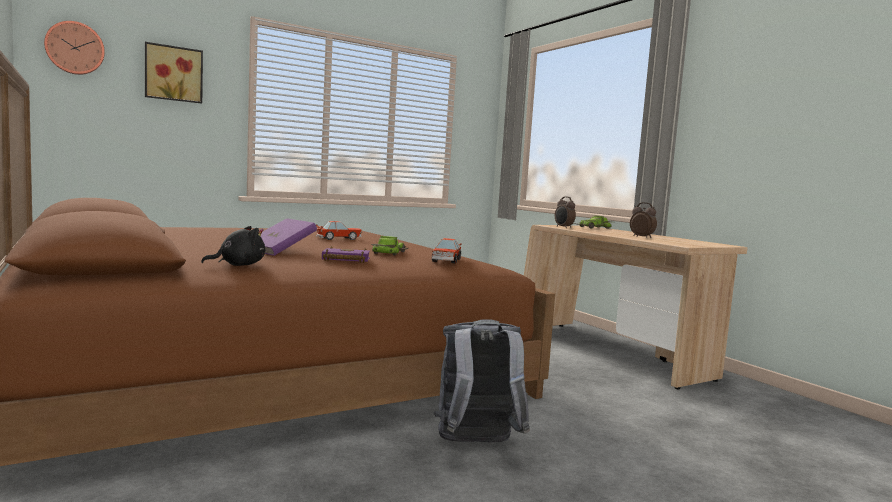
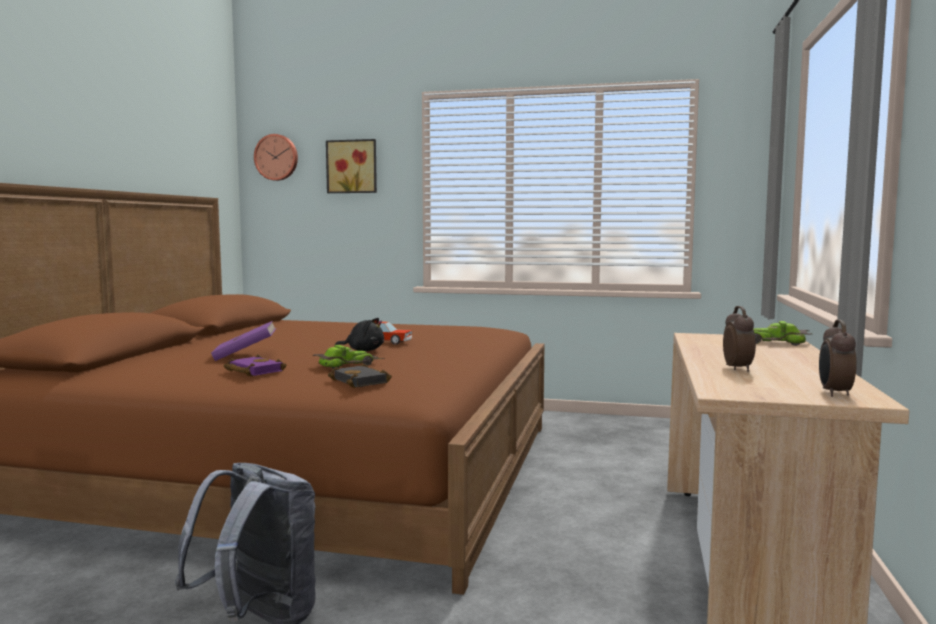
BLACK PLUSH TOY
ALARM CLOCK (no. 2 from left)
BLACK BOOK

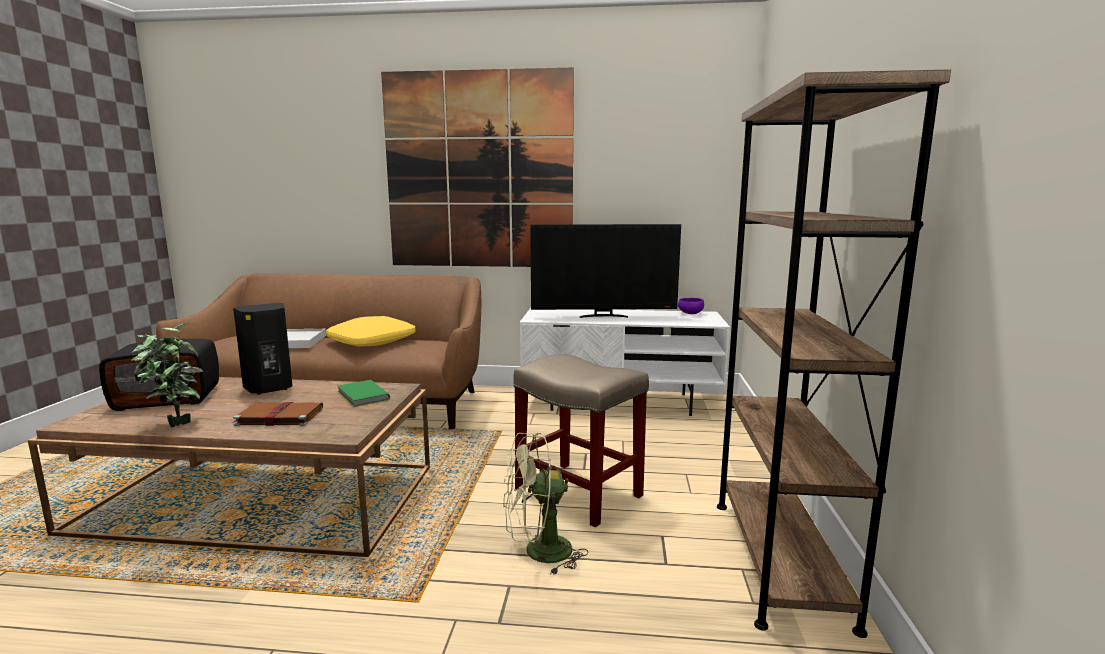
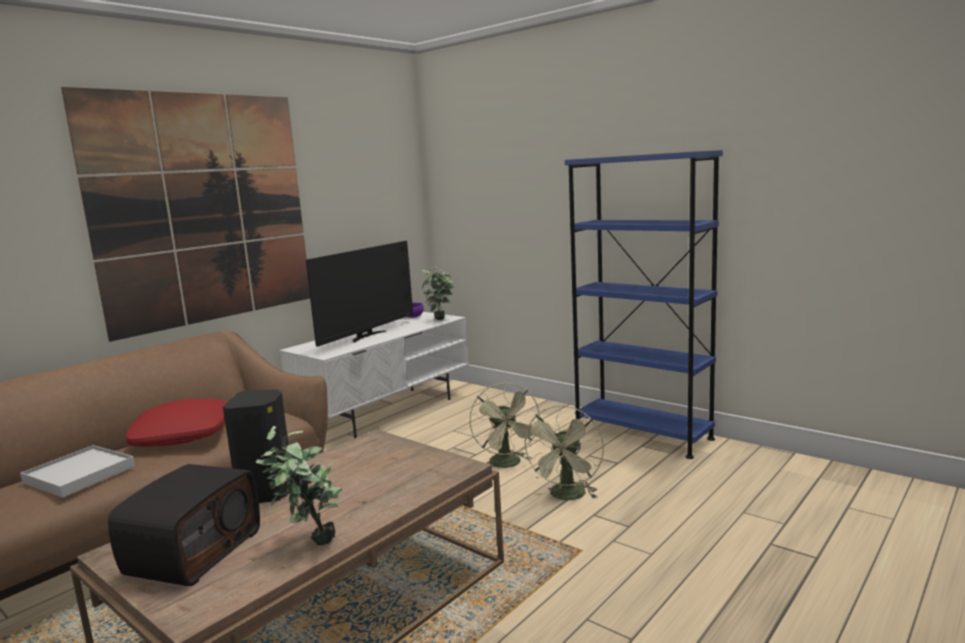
BROWN BOOK
GREEN BOOK
POTTED PLANT (no. 2 from left)
GREEN FAN (no. 1 from left)
RED PILLOW
BLUE BOOKCASE

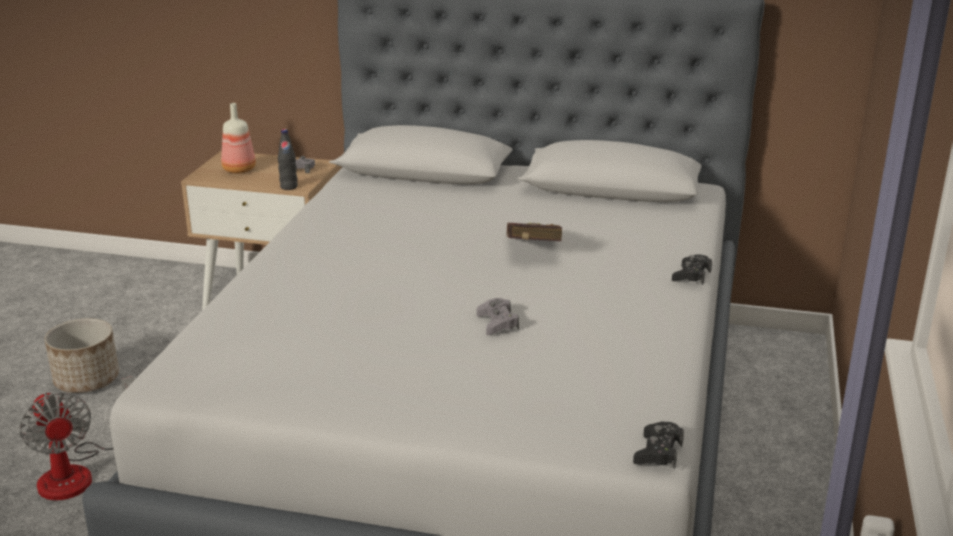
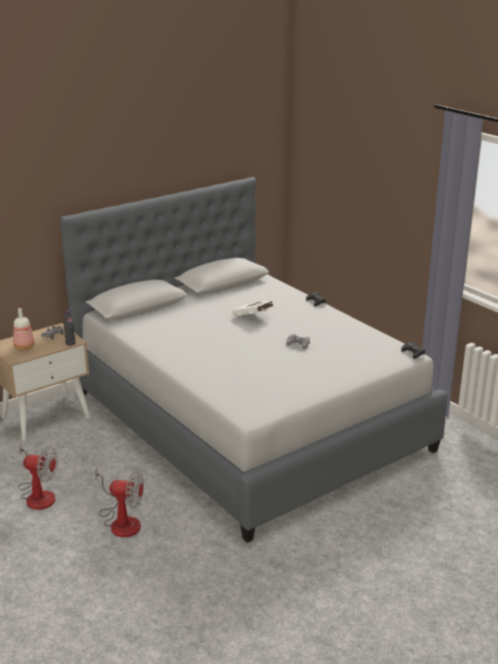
FAN (no. 1 from left)
WHITE BOOK

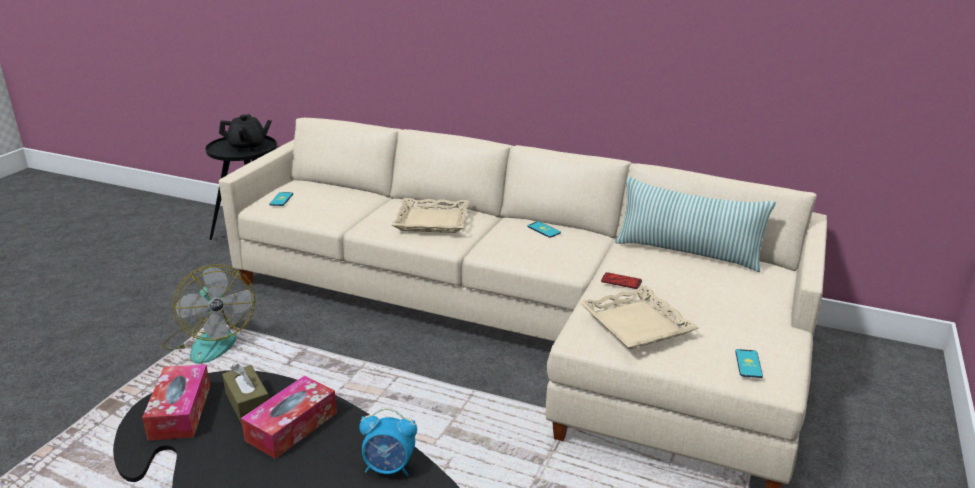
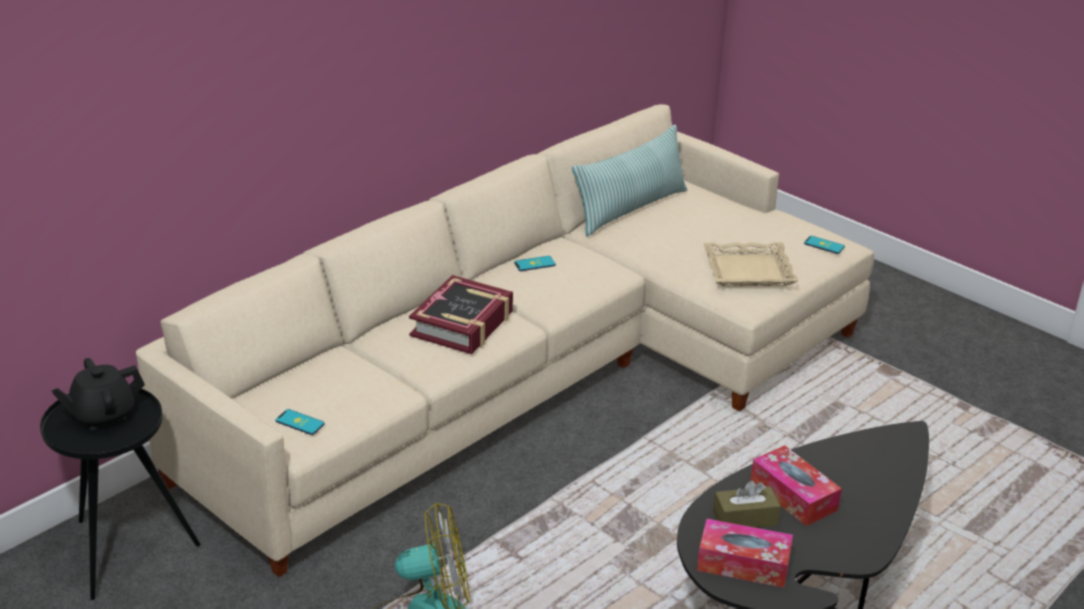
ALARM CLOCK
PHONE (no. 3 from left in the first image)
BOOK
BLACK TEAPOT

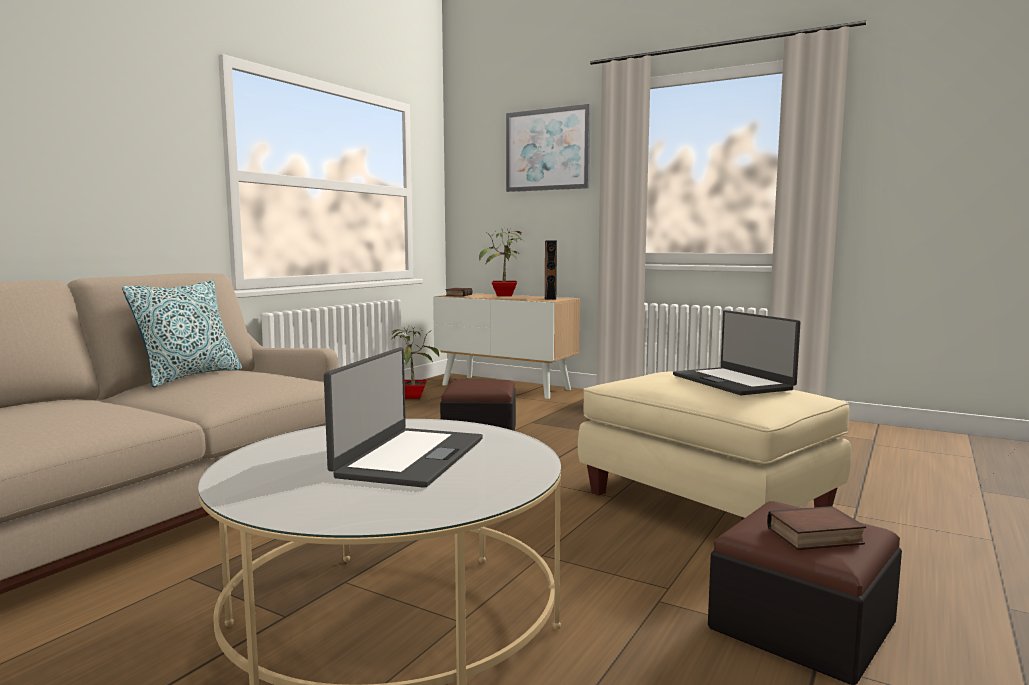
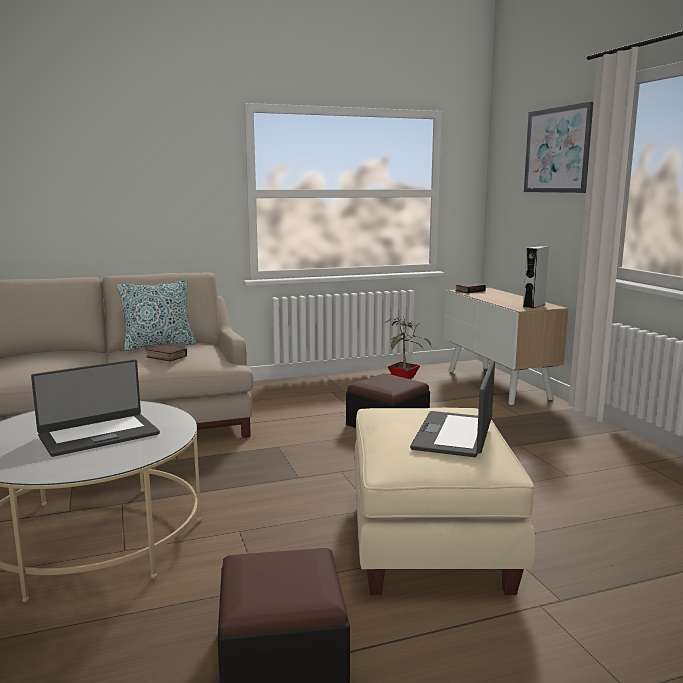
POTTED PLANT (no. 2 from left in the first image)
BOOK (no. 1 from left)
GREY SPEAKER

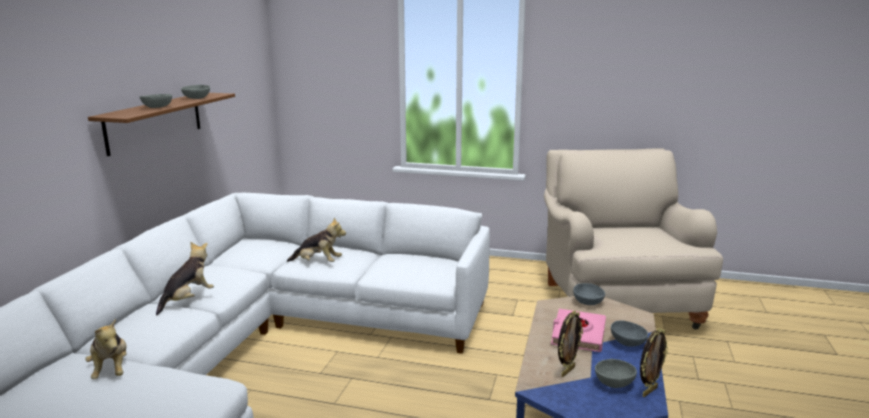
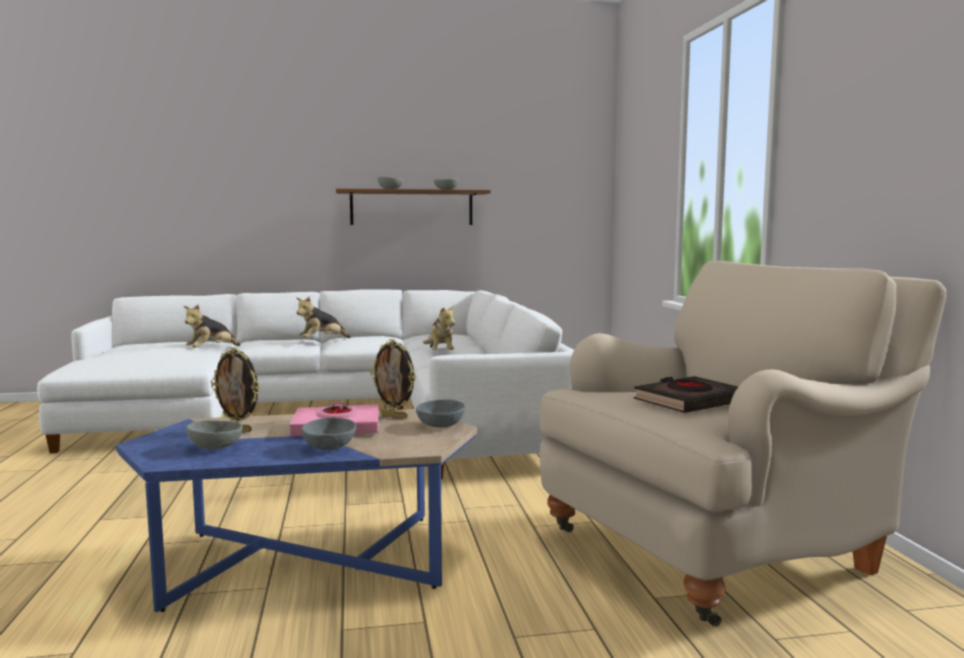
BLACK BOOK
PICTURE FRAME (no. 2 from left)
PLUSH TOY (no. 2 from left)

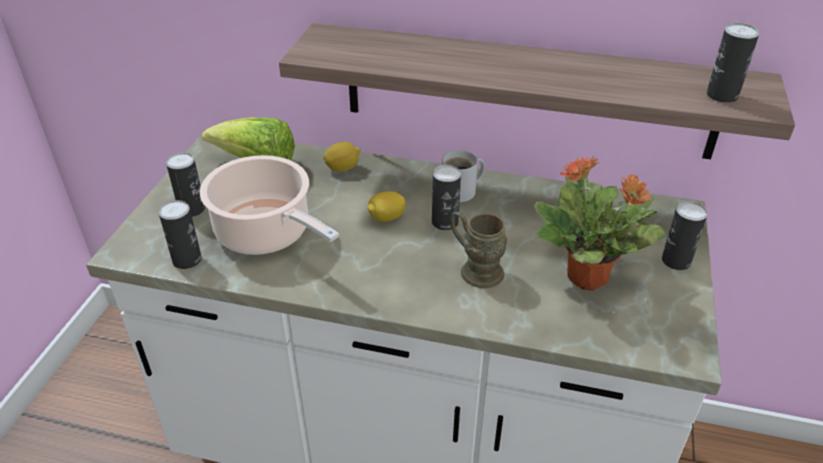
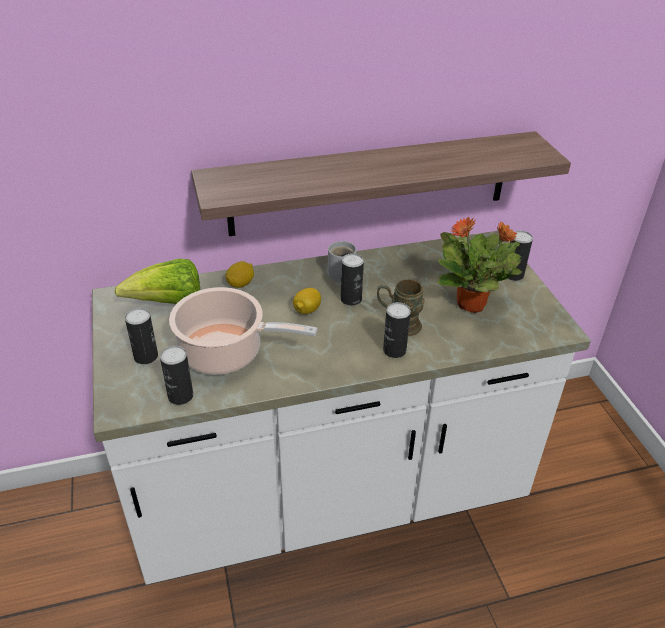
CAN (no. 4 from left)

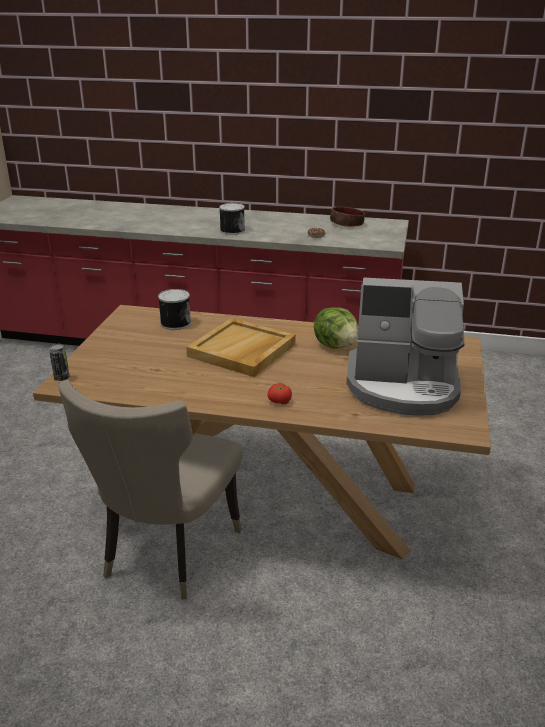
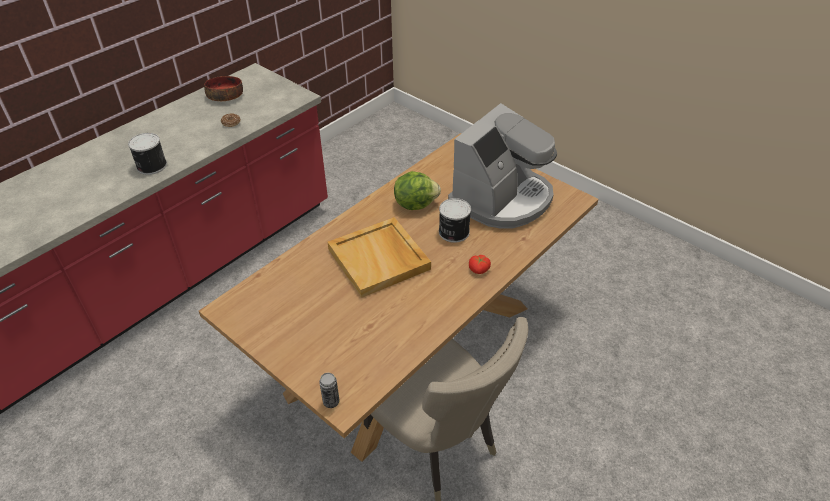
CAN (no. 3 from left)

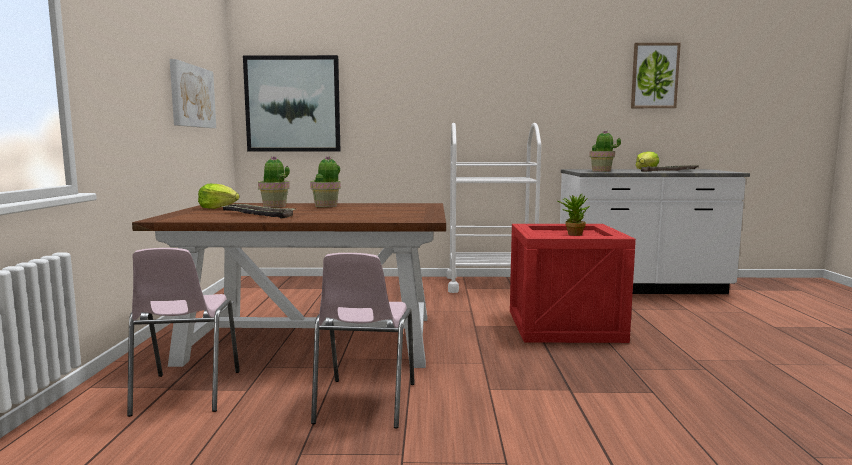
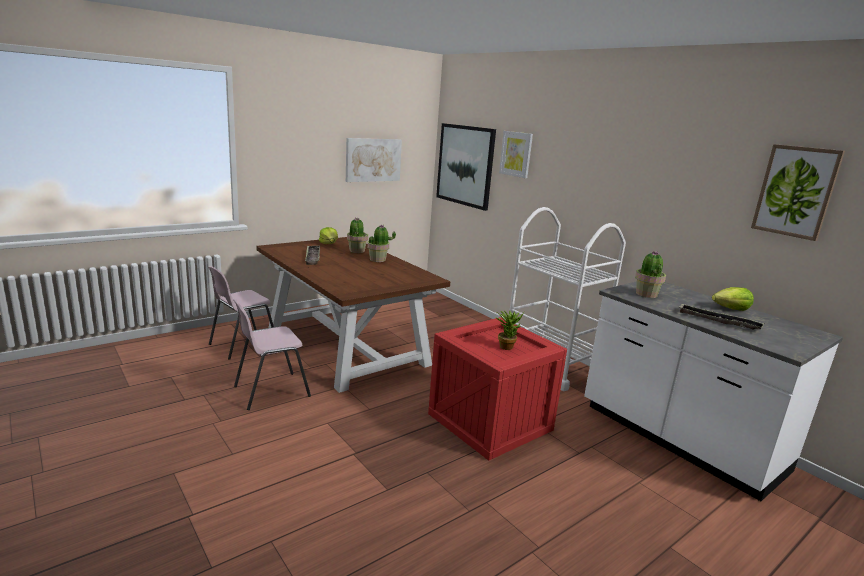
PICTURE (no. 3 from left)

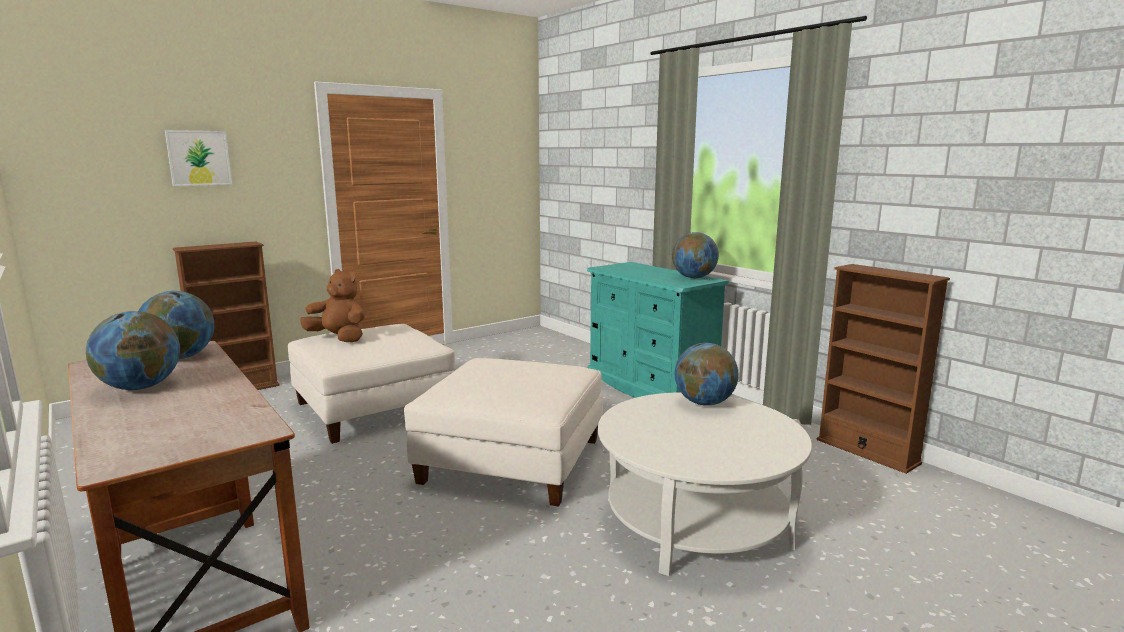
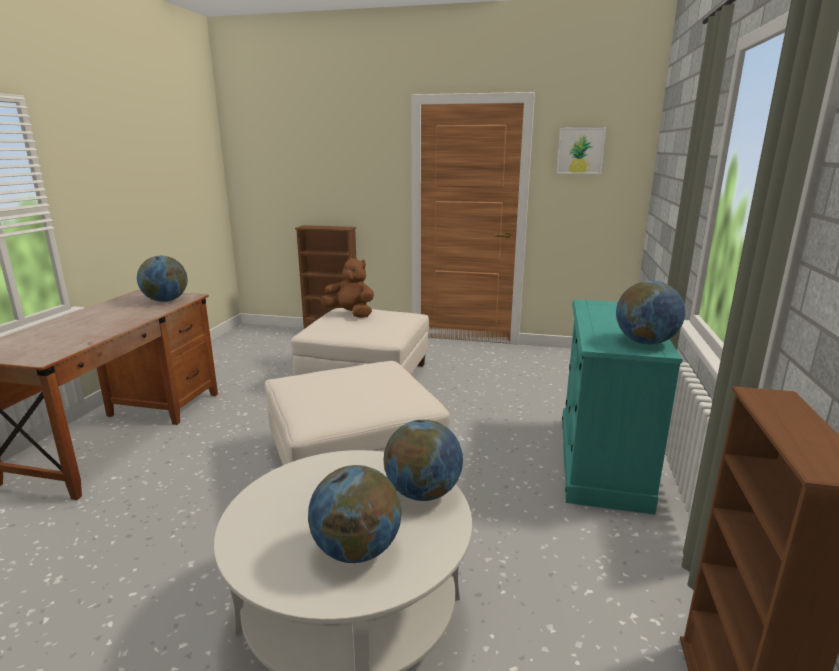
GLOBE (no. 2 from left)
PICTURE
BROWN PLUSH TOY

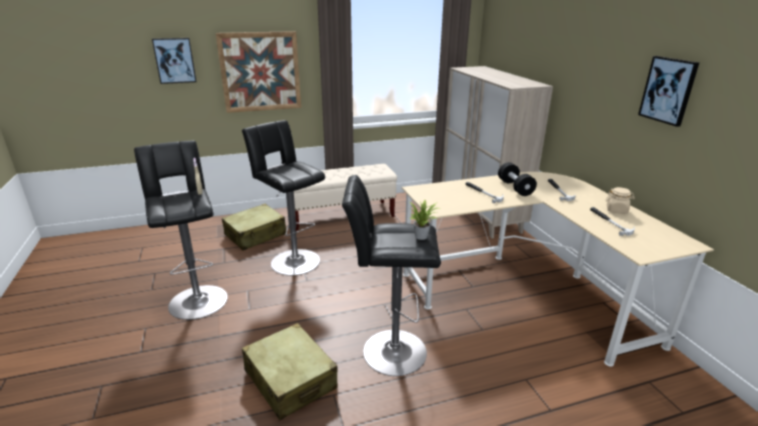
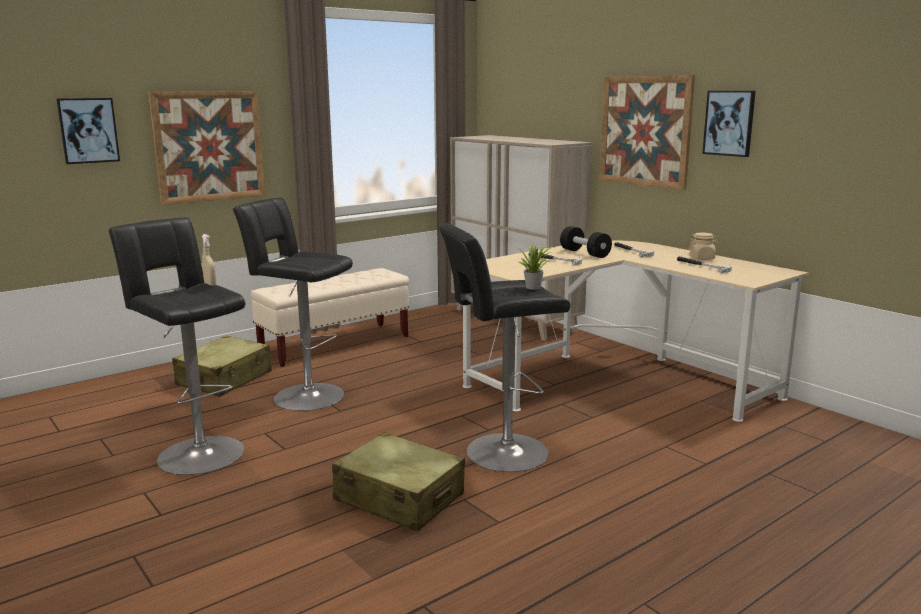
PICTURE (no. 3 from left)

